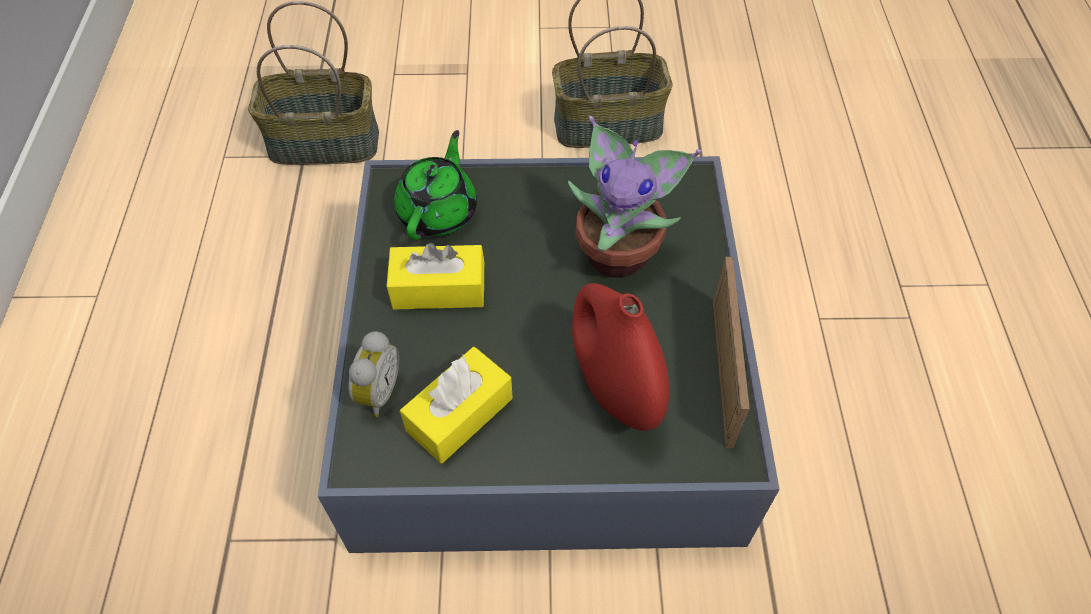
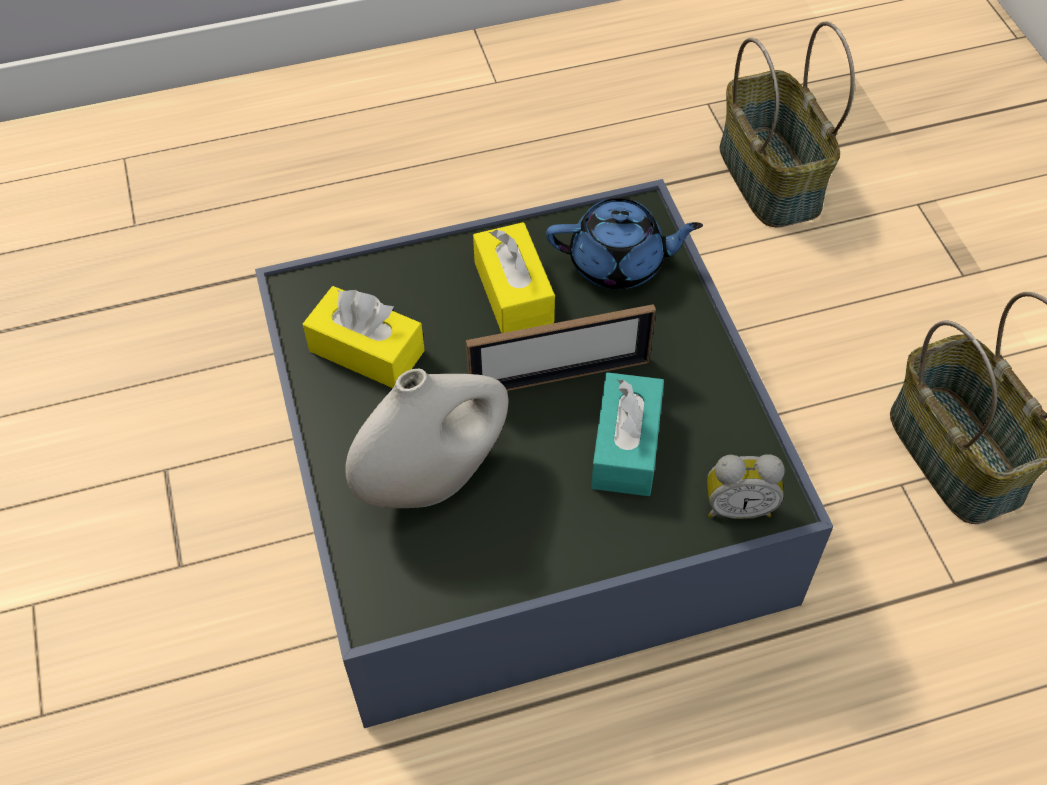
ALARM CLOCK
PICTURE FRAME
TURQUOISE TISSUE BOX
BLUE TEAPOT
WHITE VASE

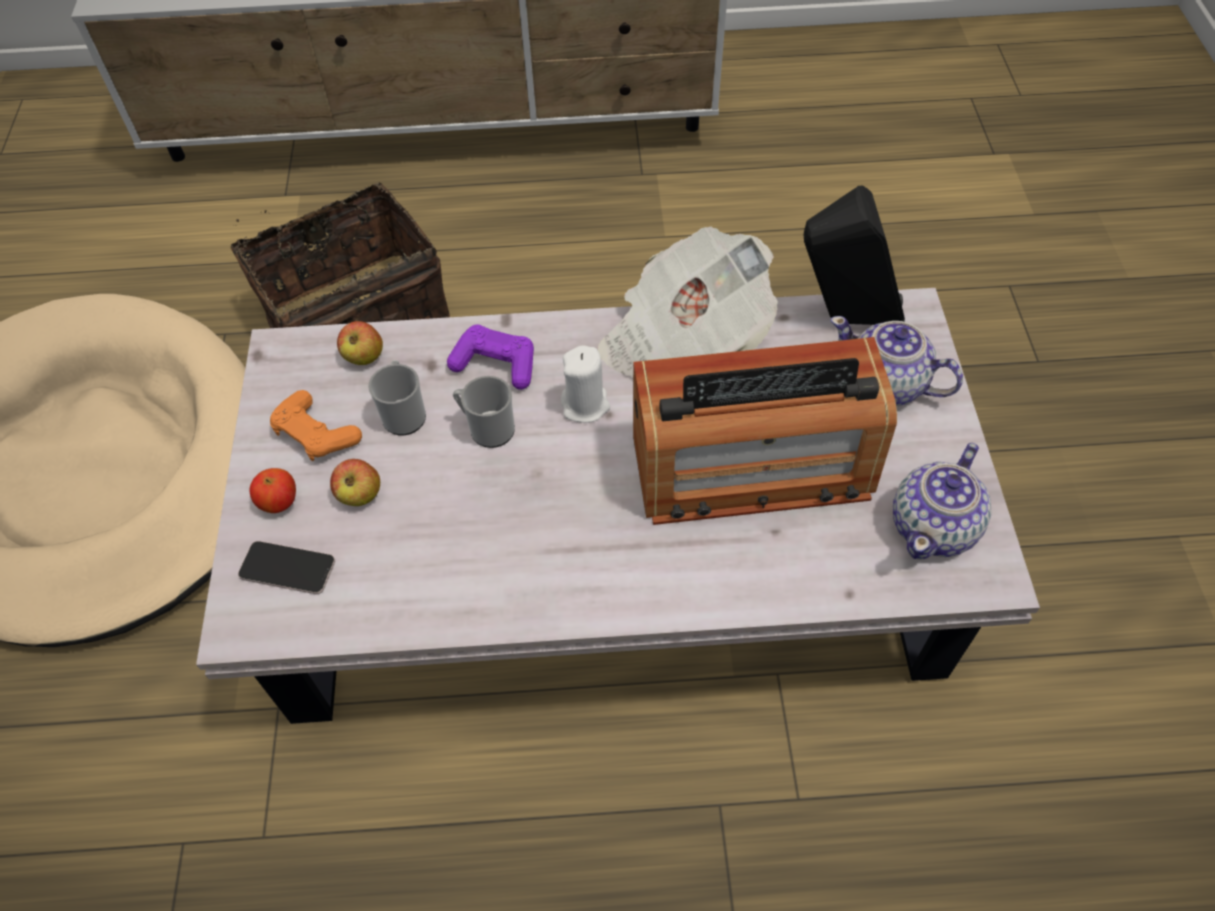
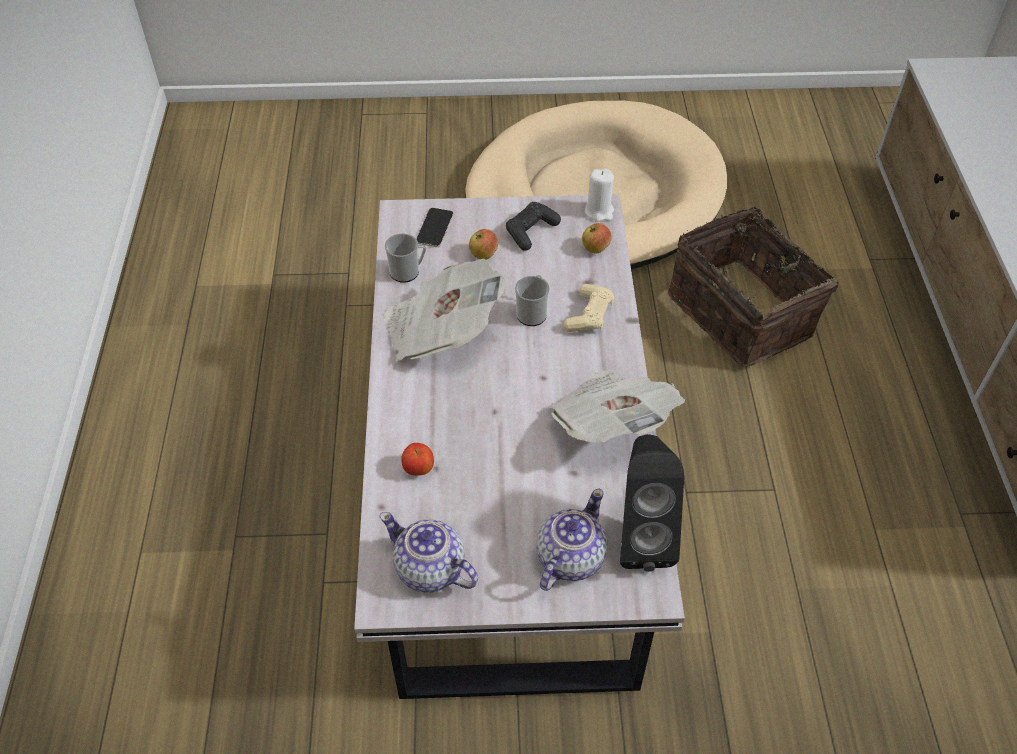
RADIO
NEWSPAPER (no. 1 from left)
APPLE (no. 1 from left)
MUG (no. 1 from left)
WHITE CANDLE
BLACK GAME CONTROLLER
BEIGE GAME CONTROLLER

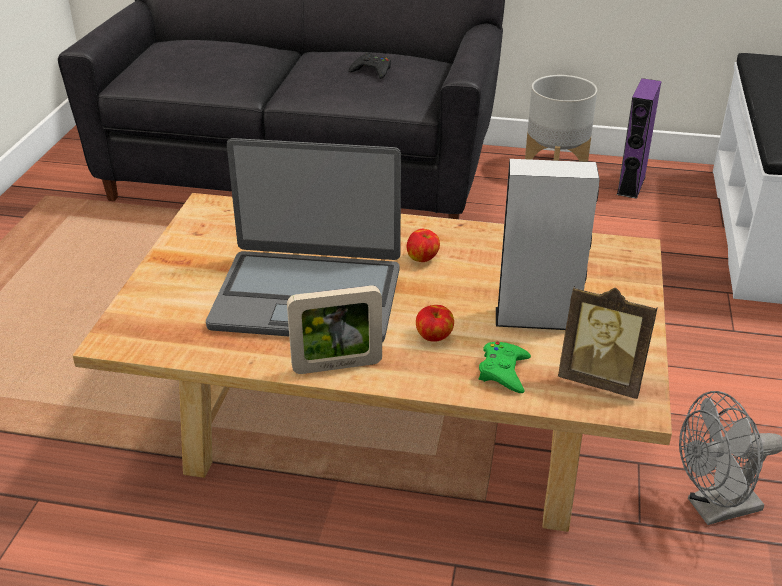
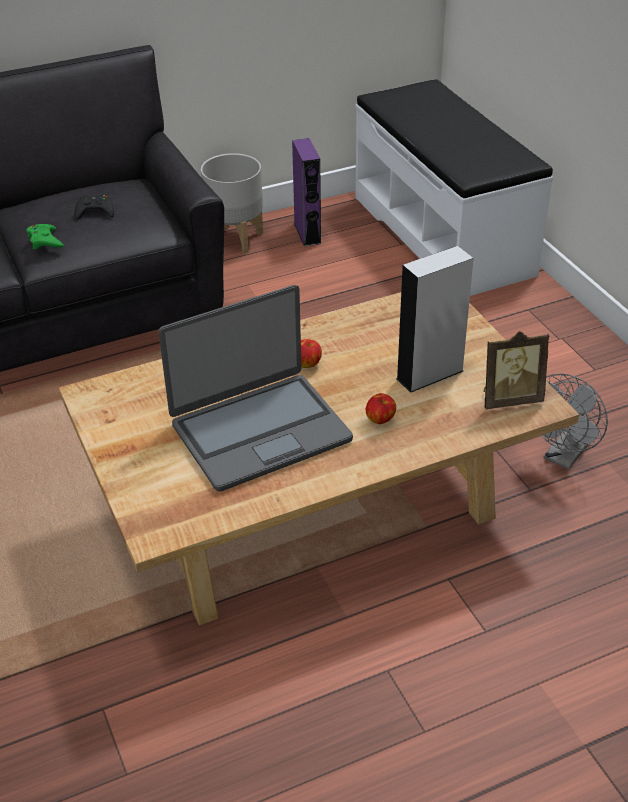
PICTURE FRAME (no. 1 from left in the first image)
GREEN GAME CONTROLLER

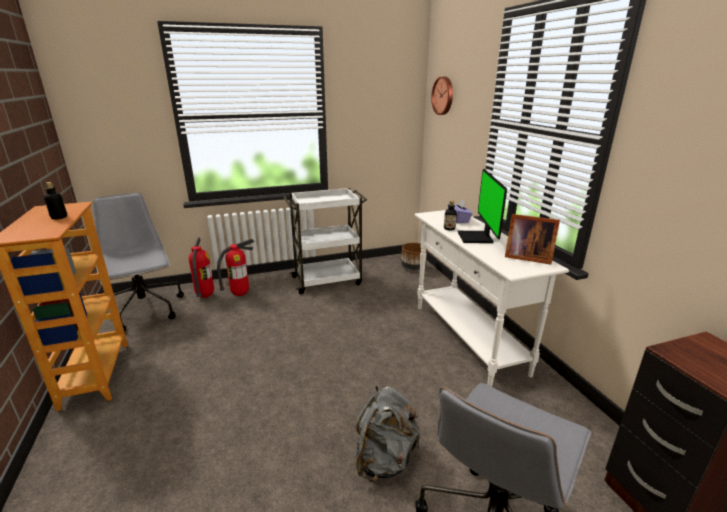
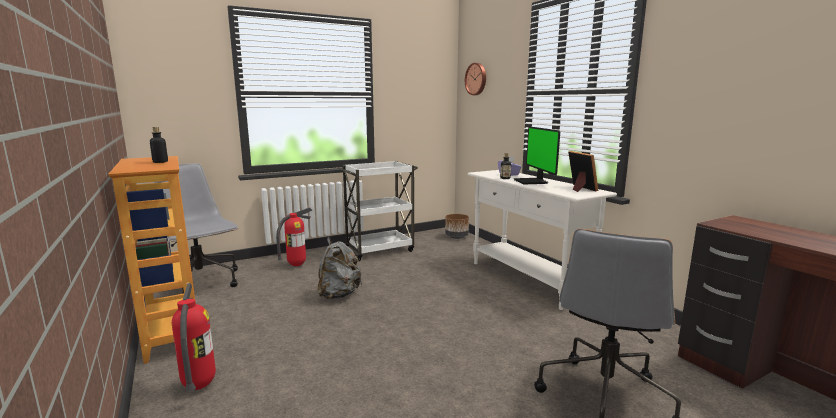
FIRE EXTINGUISHER (no. 1 from left)
GREY BACKPACK
PICTURE FRAME

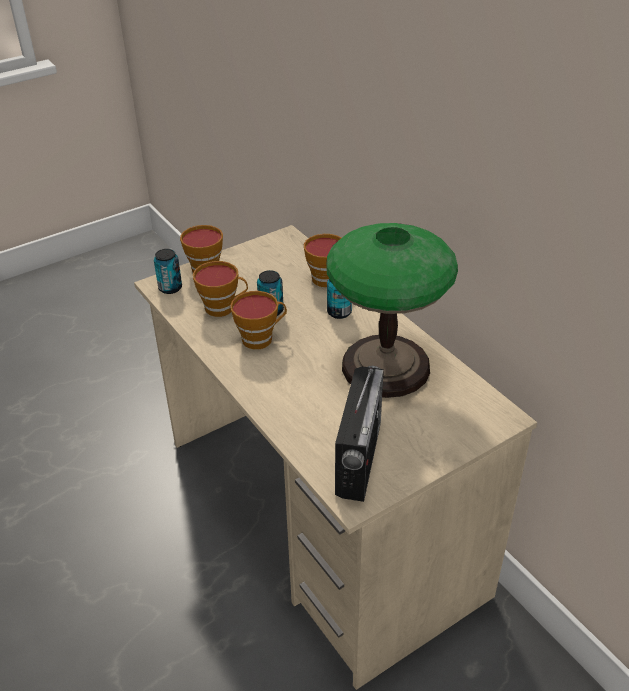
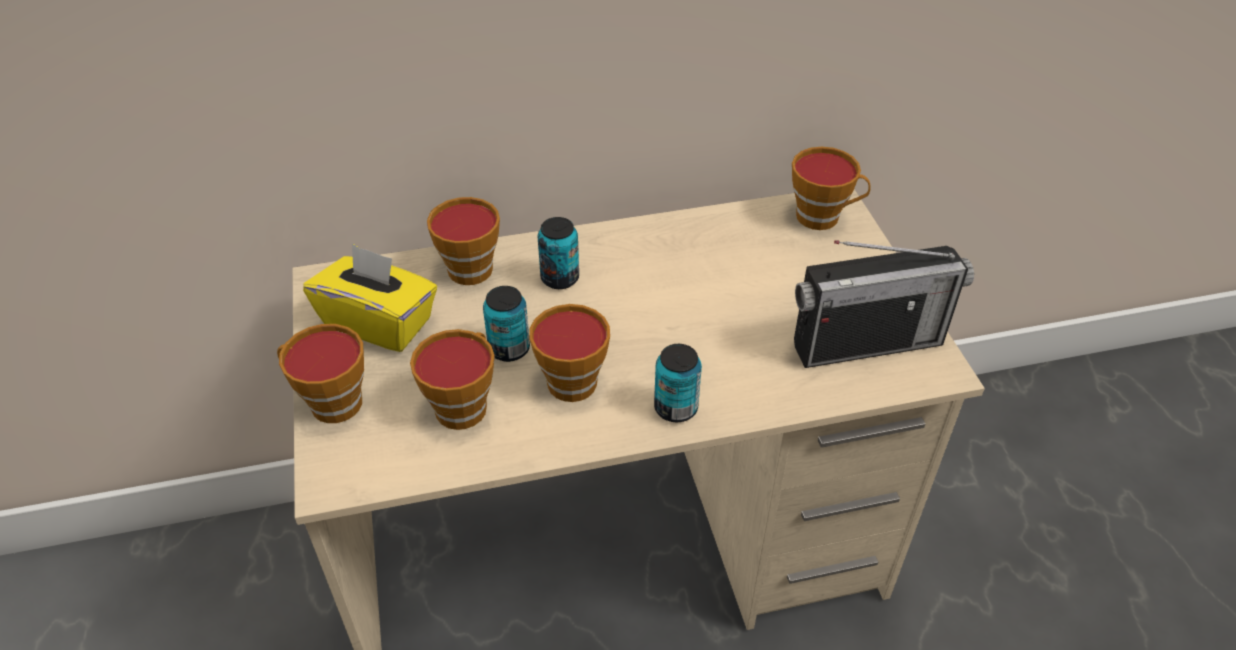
TABLE LAMP
YELLOW TISSUE BOX
CUP (no. 5 from left)
CAN (no. 3 from left)
RADIO

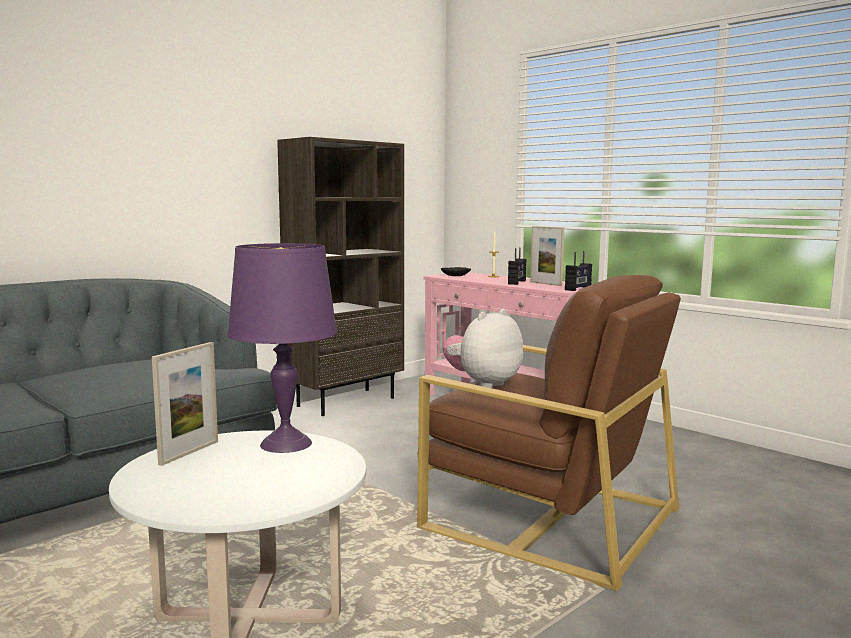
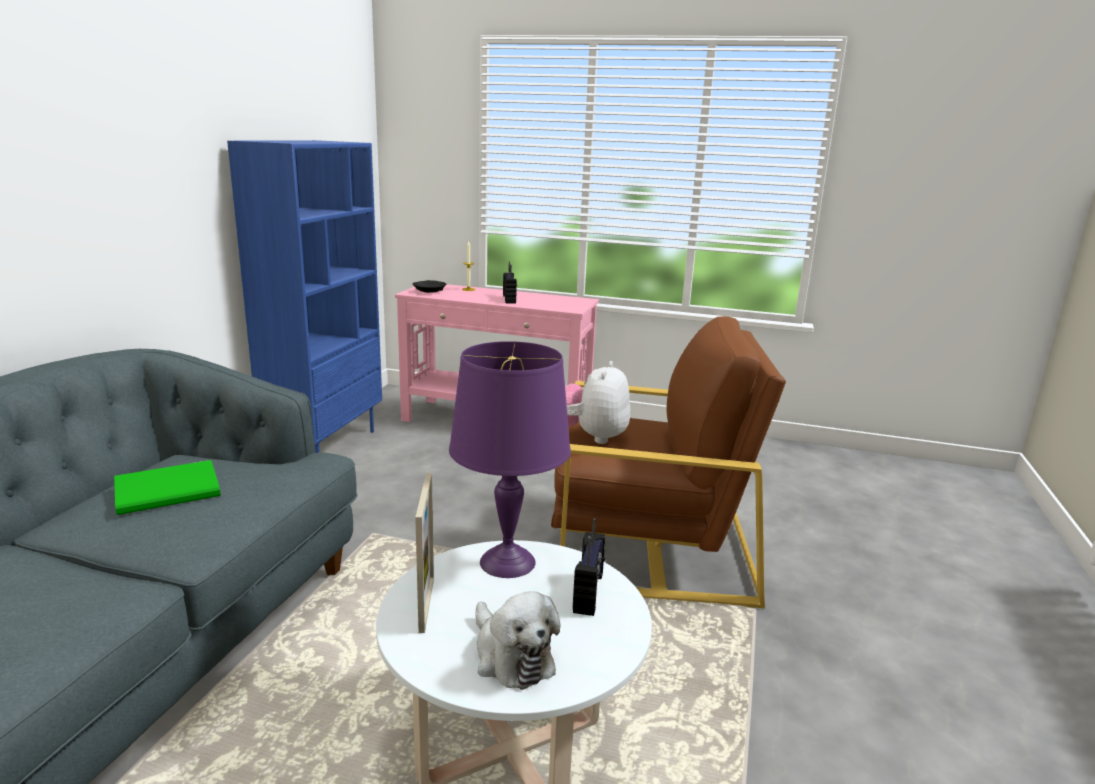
PICTURE FRAME (no. 2 from left in the first image)
GREEN BOOK
PLUSH TOY (no. 1 from left)
RADIO (no. 2 from left)
BLUE BOOKCASE

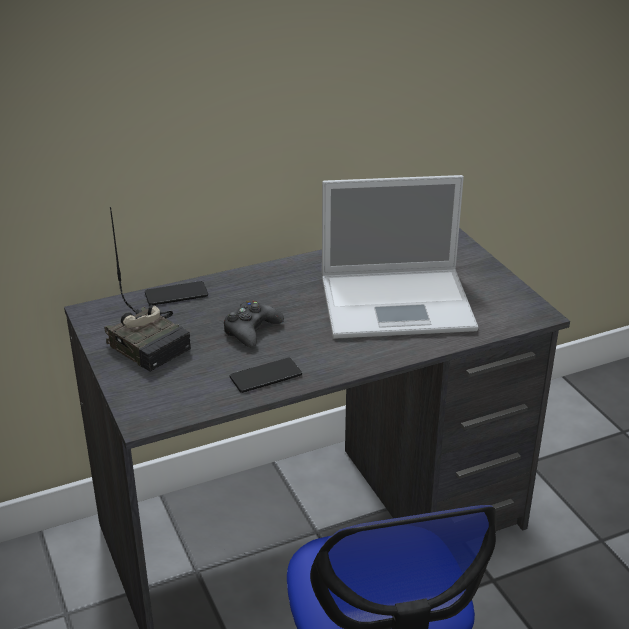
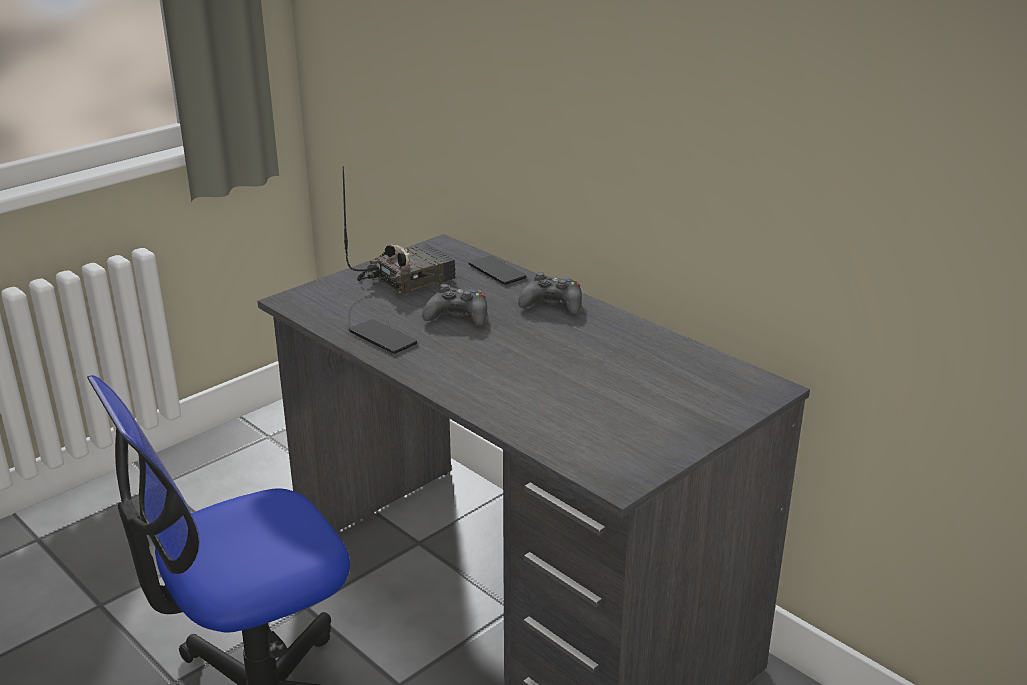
LAPTOP
BLACK GAME CONTROLLER (no. 2 from left)
RADIO

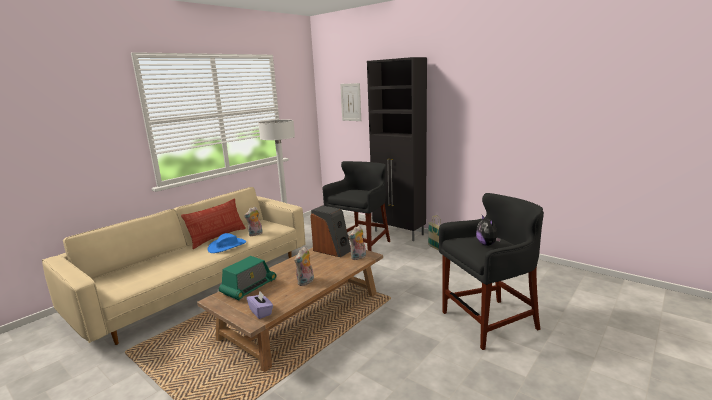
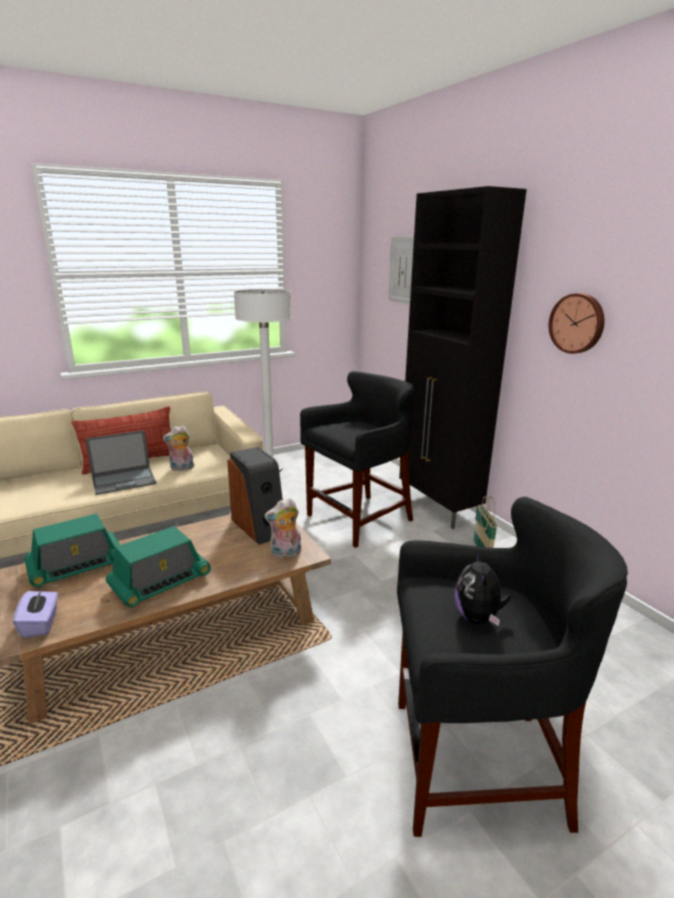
WALL CLOCK
LAPTOP
RADIO (no. 2 from left)

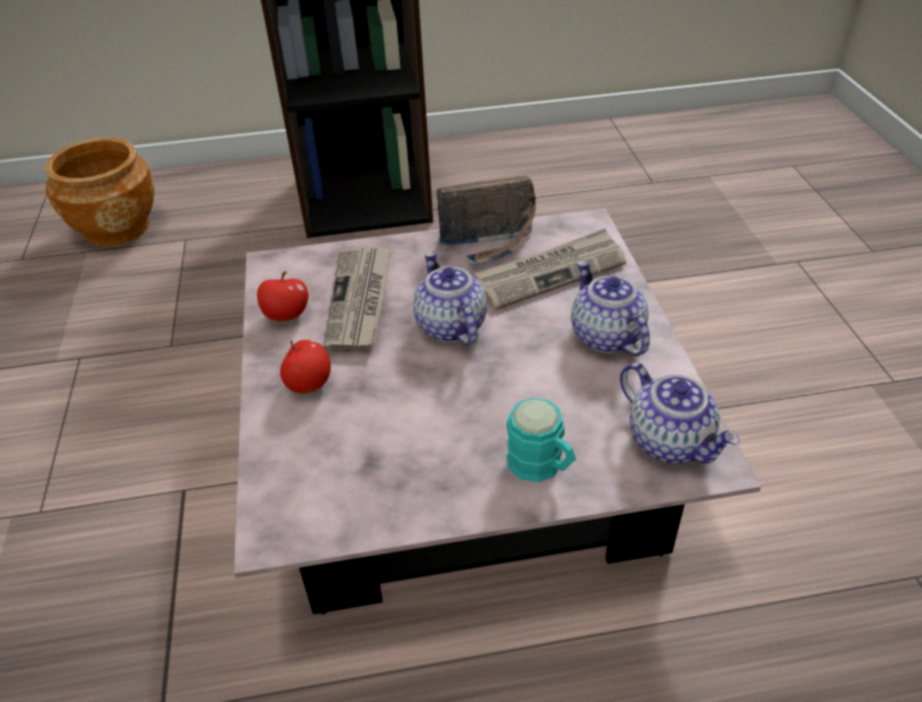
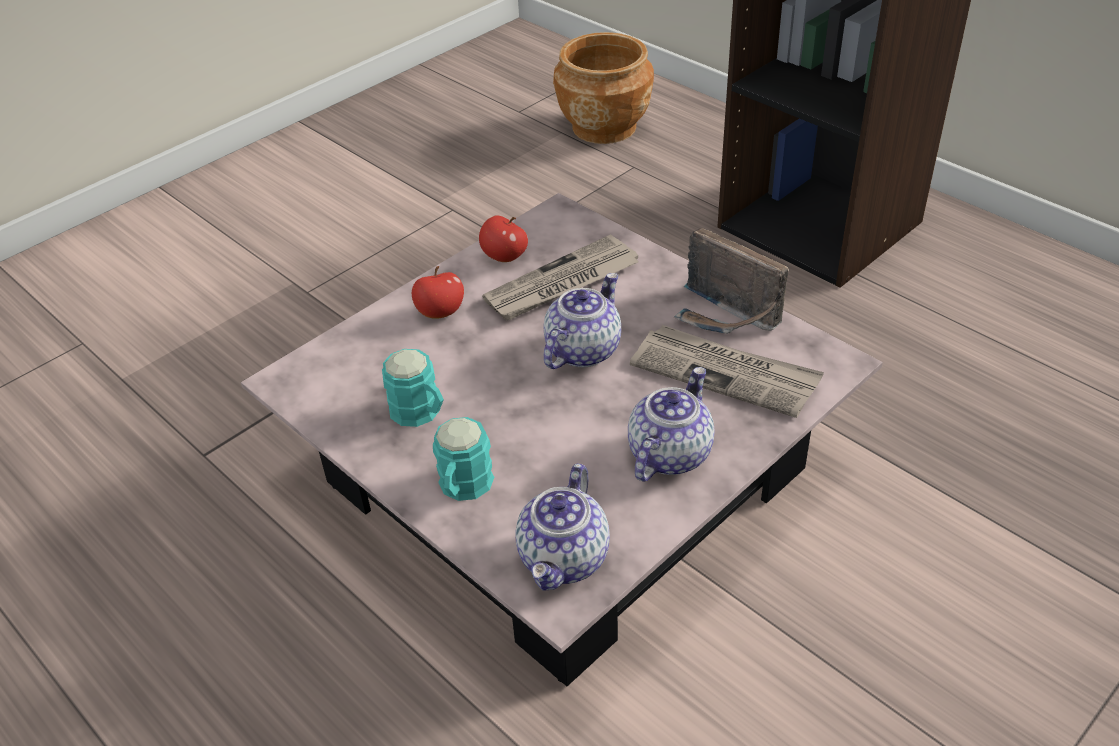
TURQUOISE MUG (no. 1 from left)

